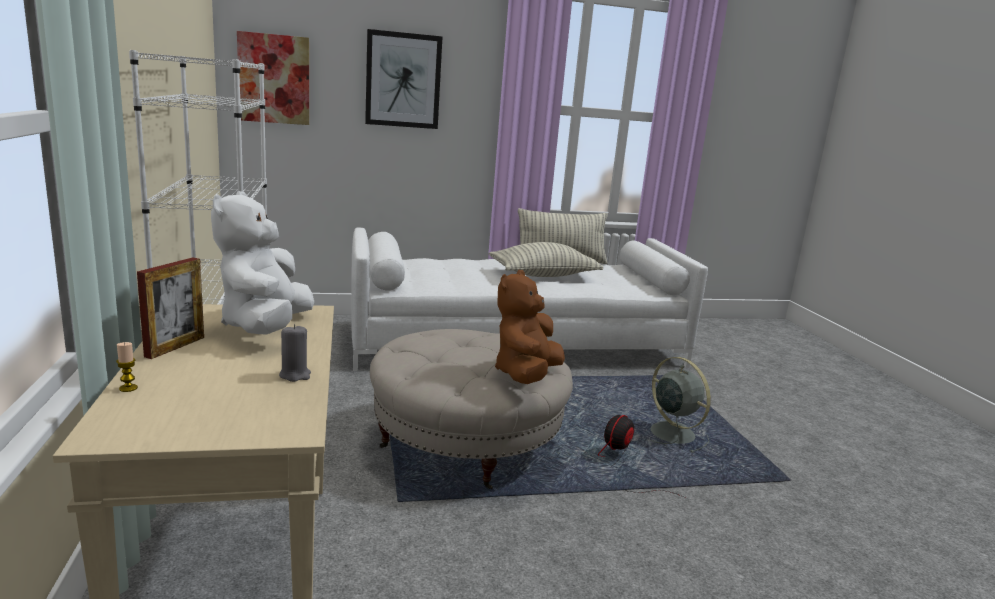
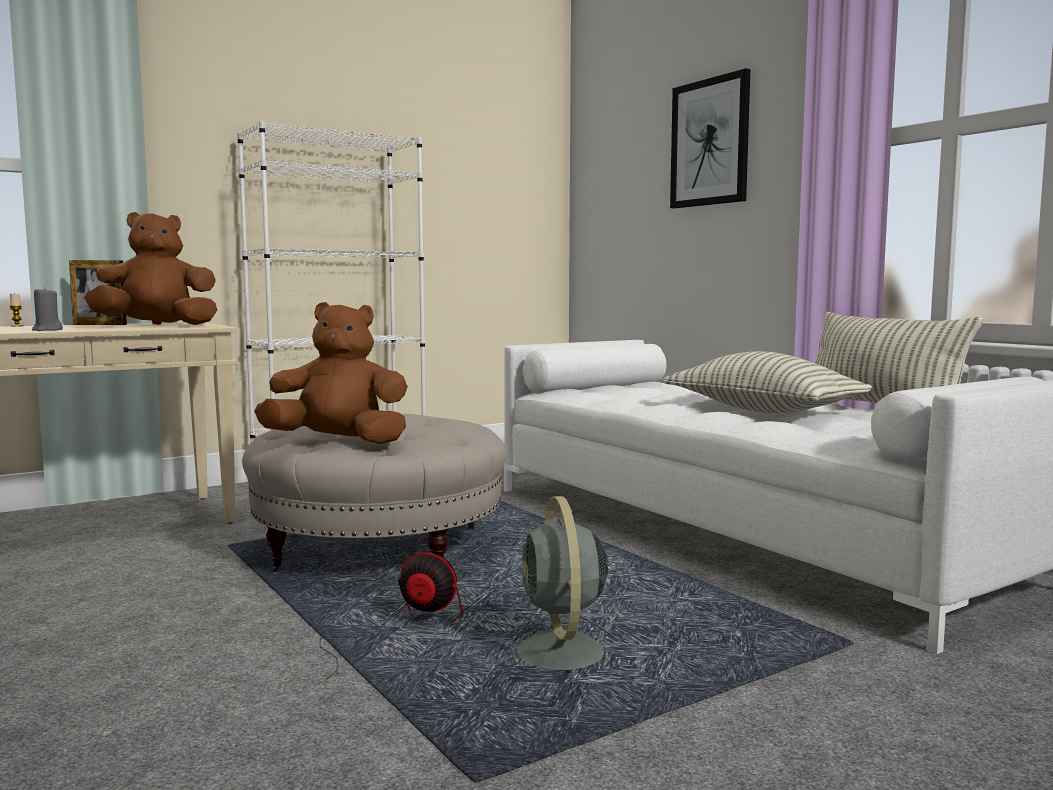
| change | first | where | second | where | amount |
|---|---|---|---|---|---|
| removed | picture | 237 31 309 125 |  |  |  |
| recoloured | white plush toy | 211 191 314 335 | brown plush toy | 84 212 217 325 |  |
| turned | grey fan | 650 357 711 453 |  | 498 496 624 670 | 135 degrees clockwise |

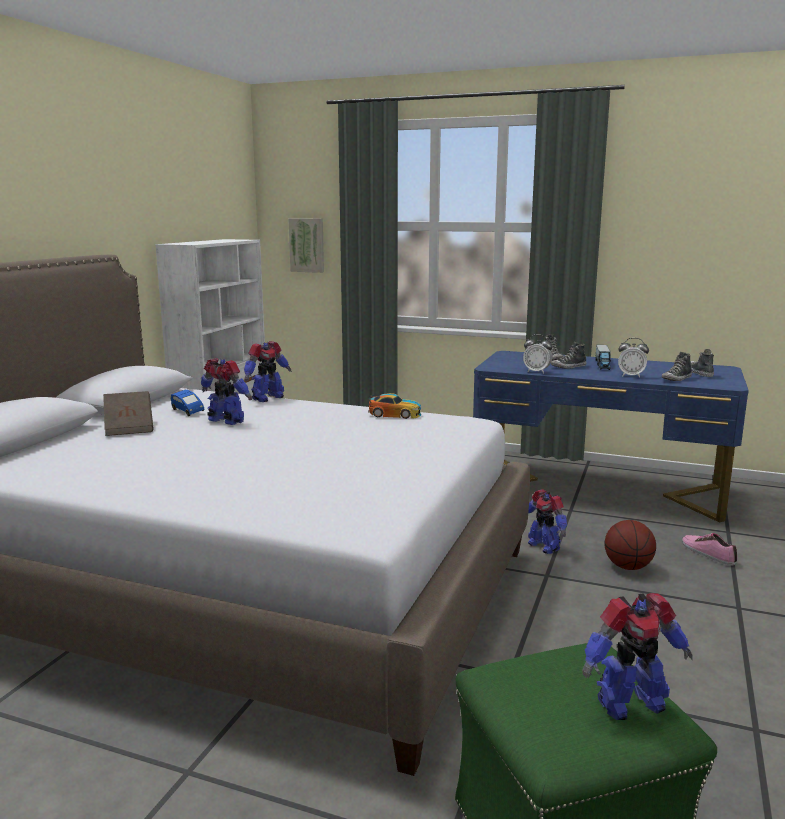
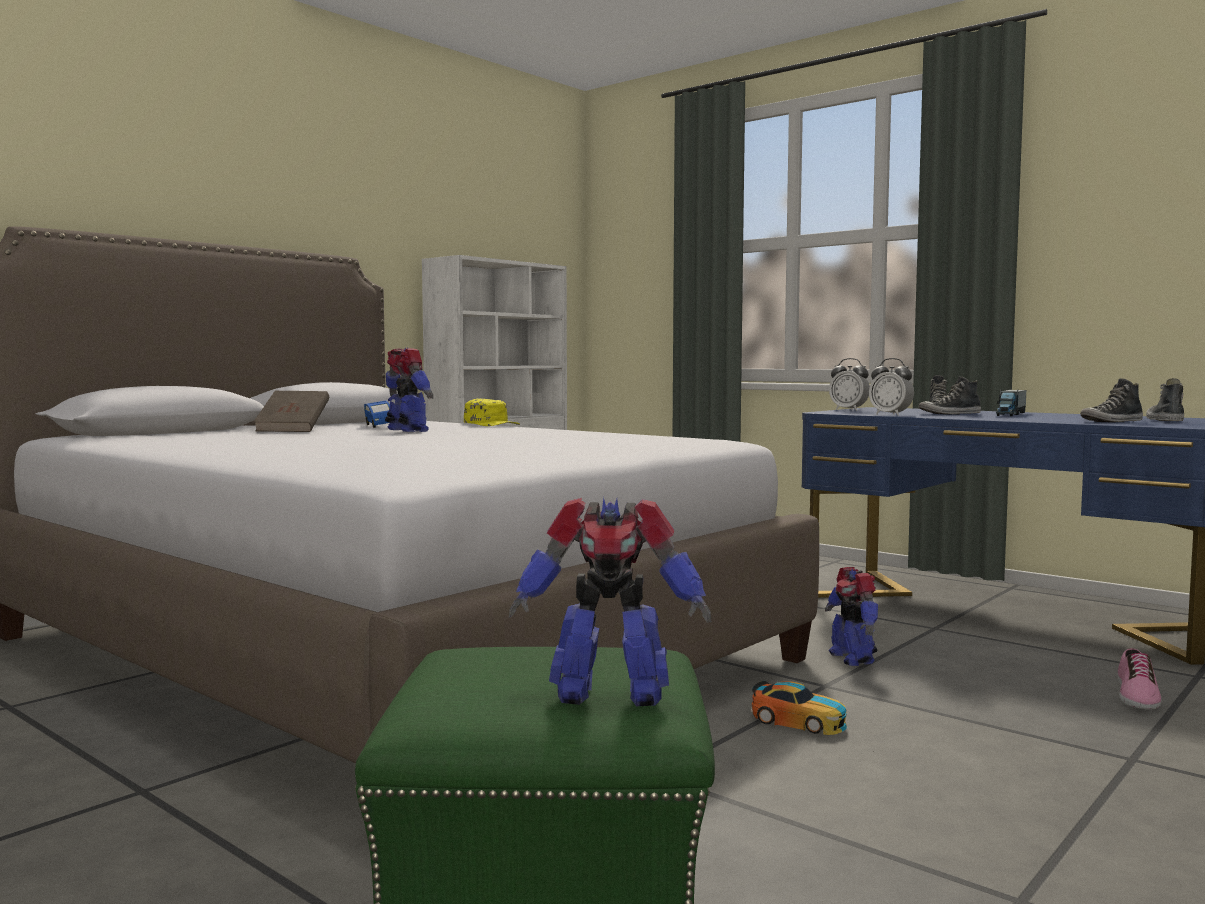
| change | first | where | second | where | amount |
|---|---|---|---|---|---|
| removed | picture | 288 218 324 273 |  |  |  |
| moved | alarm clock | 618 338 649 378 |  | 829 358 870 411 |  |
| replaced | toy robot | 244 341 292 402 | yellow cap | 464 399 520 426 |  |
| moved | toy car | 368 393 421 419 |  | 751 681 847 735 |  |
| removed | basketball | 604 520 656 570 |  |  |  |
| turned | shoe | 682 533 738 565 |  | 1117 648 1162 710 | 150 degrees counterclockwise |

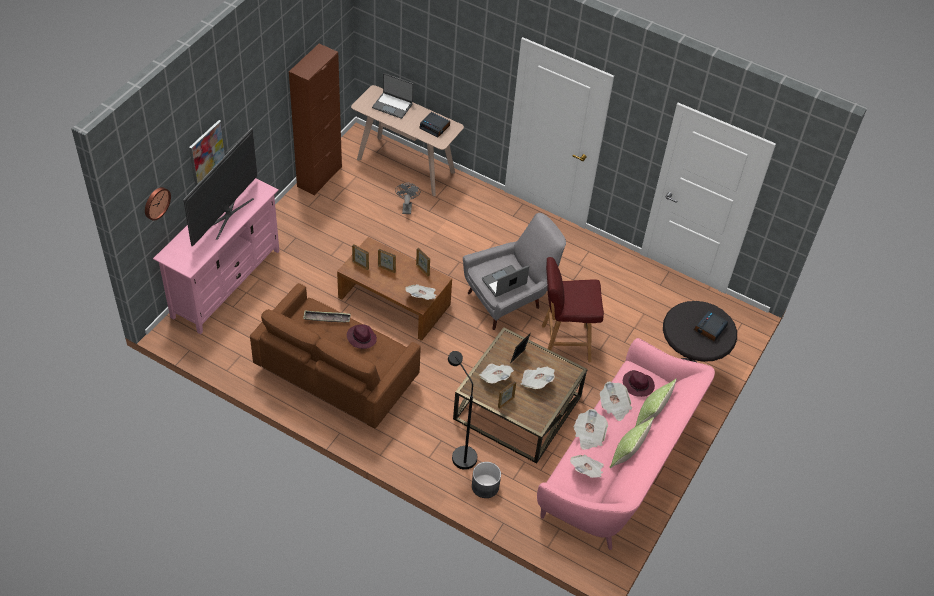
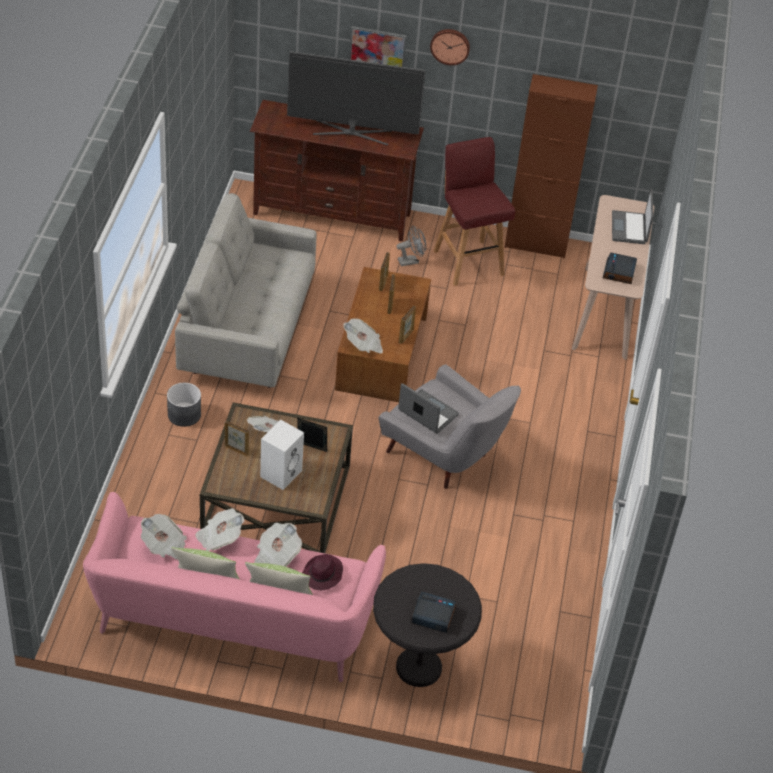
| change | first | where | second | where | amount |
|---|---|---|---|---|---|
| recoloured | pink tv stand | 153 178 279 334 | brown tv stand | 250 100 424 241 |  |
| moved | grey fan | 395 183 421 214 |  | 397 226 426 266 |  |
| moved | wall clock | 145 187 171 221 |  | 430 29 470 66 |  |
| moved | red stool | 542 257 604 362 |  | 434 137 515 286 |  |
| recoloured | brown sofa | 250 283 421 429 | grey sofa | 175 193 316 388 |  |
| removed | tray | 303 311 351 323 |  |  |  |
| removed | purple hat | 347 324 377 349 |  |  |  |
| removed | black floor lamp | 448 351 477 470 |  |  |  |
| replaced | newspaper | 520 366 555 389 | white speaker | 260 420 304 490 |  |
| moved | grey planter | 472 462 501 498 |  | 167 383 201 427 |  |

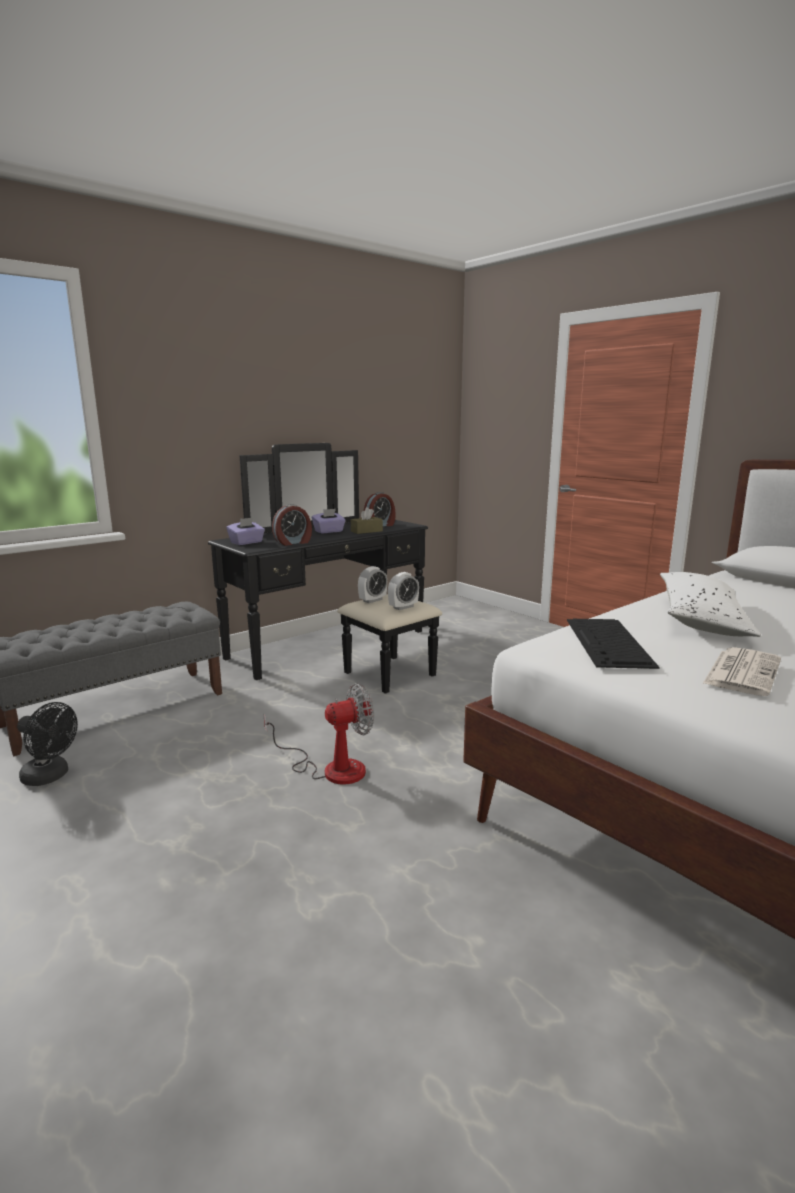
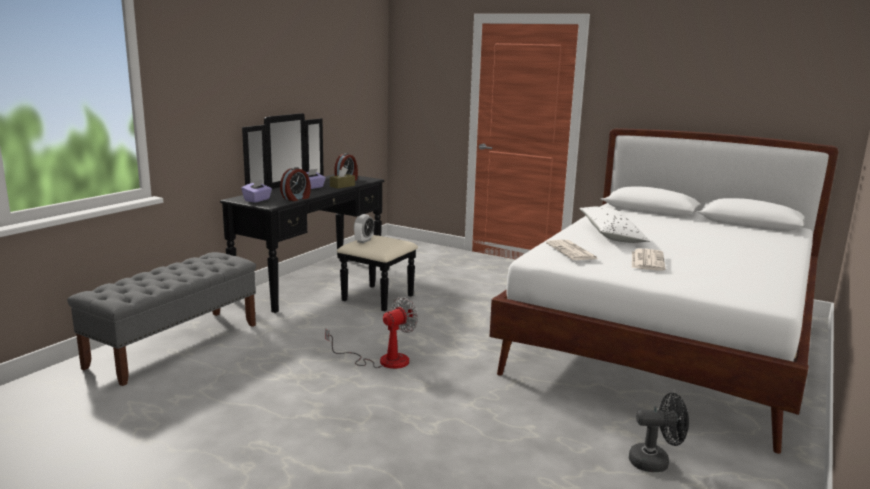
| change | first | where | second | where | amount |
|---|---|---|---|---|---|
| removed | alarm clock | 388 572 419 610 |  |  |  |
| replaced | keyboard | 567 619 660 669 | newspaper | 546 240 598 260 |  |
| moved | black fan | 17 702 78 786 |  | 629 393 689 472 |  |

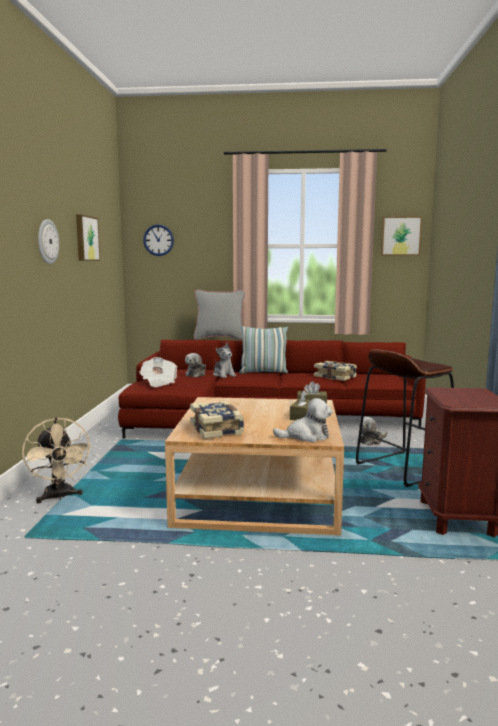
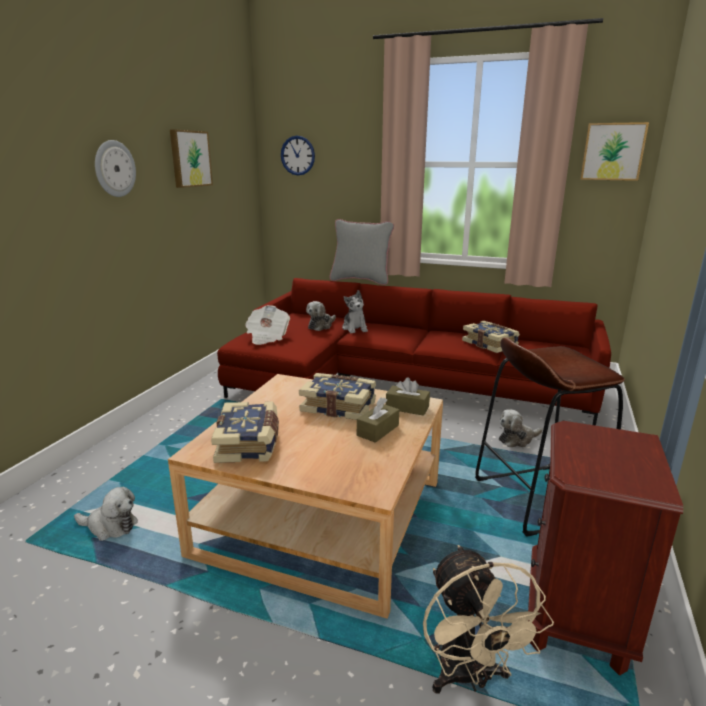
| change | first | where | second | where | amount |
|---|---|---|---|---|---|
| removed | pillow | 239 326 288 374 |  |  |  |
| moved | plush toy | 273 398 332 443 |  | 74 487 138 541 |  |
| moved | beige fan | 22 417 92 504 |  | 423 545 554 694 |  |
| added |  |  | book | 299 373 376 420 |  |

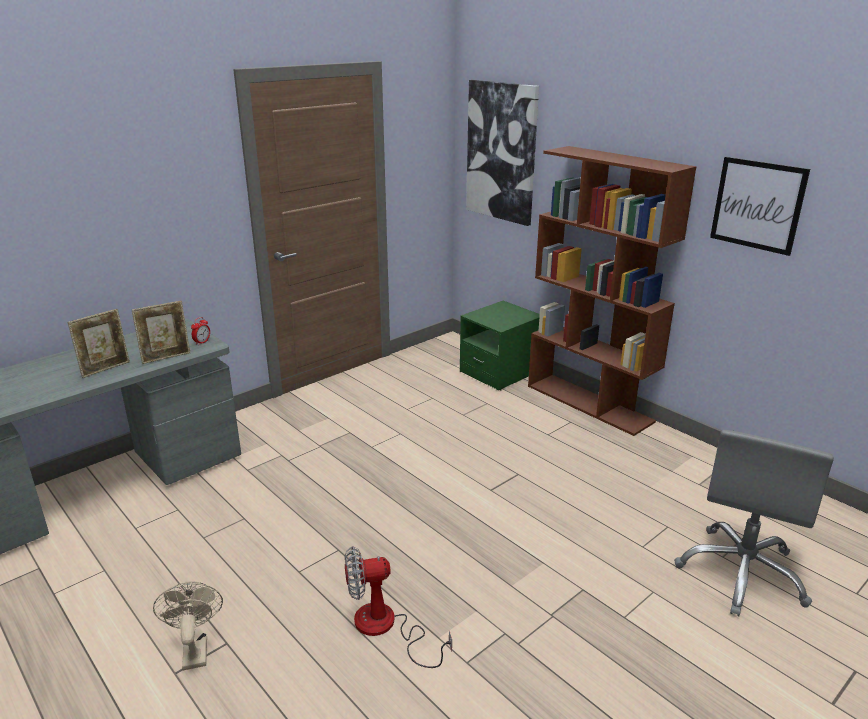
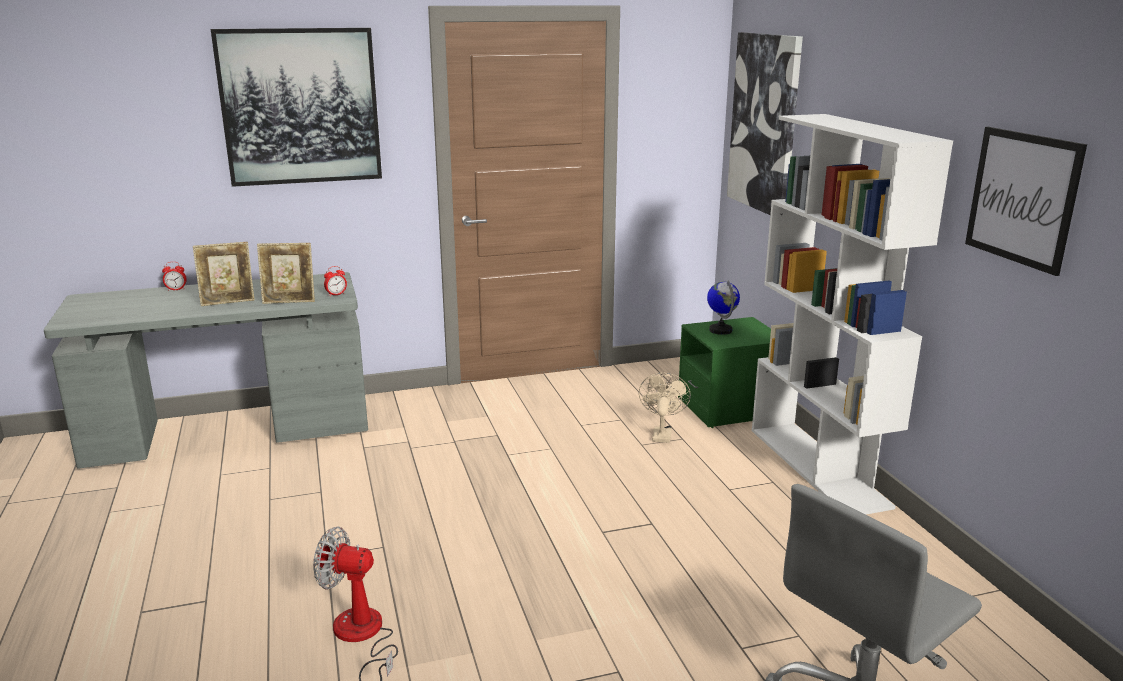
| change | first | where | second | where | amount |
|---|---|---|---|---|---|
| recoloured | brown bookcase | 528 146 697 436 | white bookcase | 752 114 953 515 |  |
| moved | beige fan | 153 582 223 670 |  | 639 373 691 443 |  |
| added |  |  | picture | 211 28 382 187 |  |
| added |  |  | alarm clock | 162 262 187 291 |  |
| added |  |  | globe | 707 281 740 335 |  |

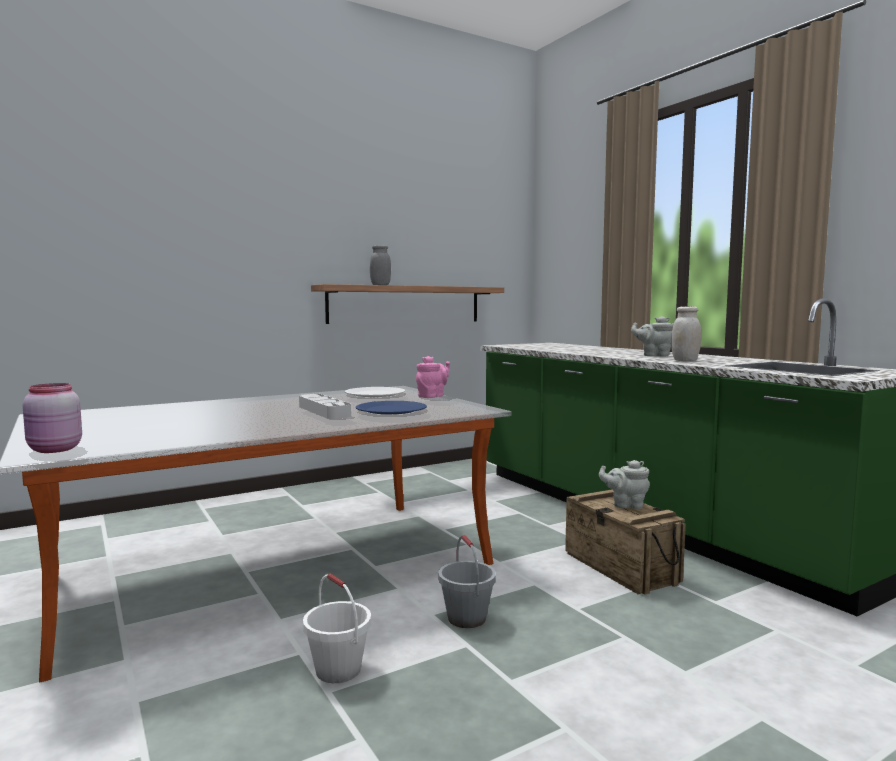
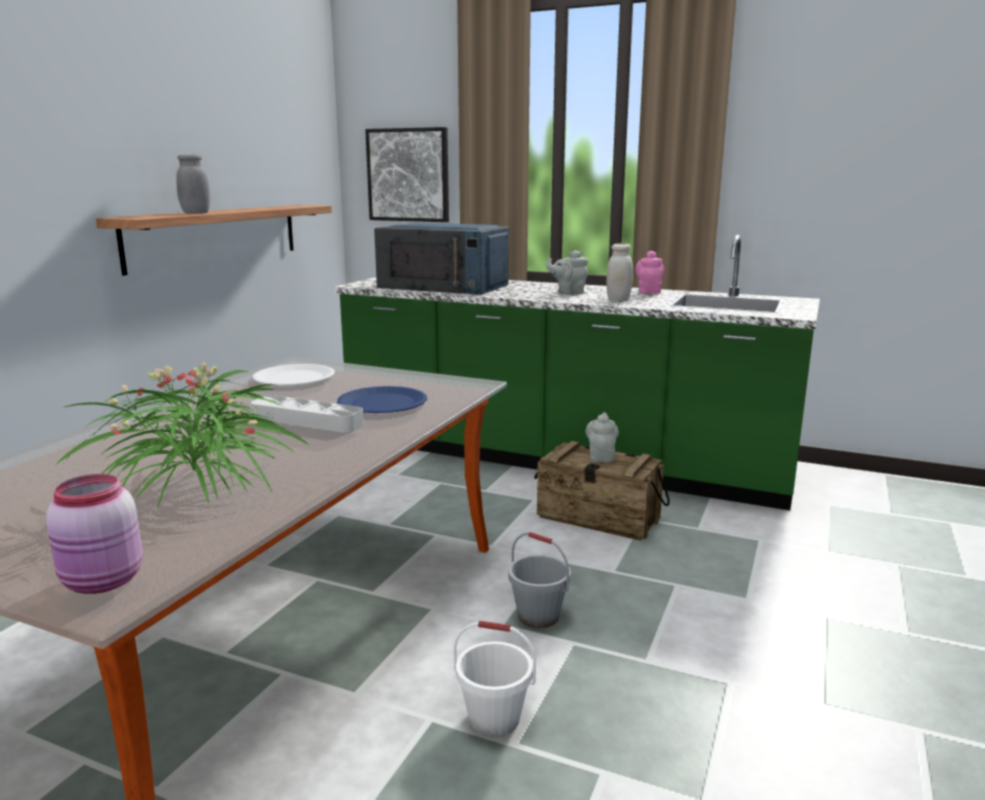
| change | first | where | second | where | amount |
|---|---|---|---|---|---|
| moved | pink teapot | 416 356 450 398 |  | 635 251 665 294 |  |
| turned | grey teapot | 599 460 650 509 |  | 586 412 619 462 | 120 degrees clockwise |
| added |  |  | picture | 365 127 449 222 |  |
| added |  |  | blue microwave | 374 223 509 295 |  |
| added |  |  | potted plant | 57 362 309 510 |  |

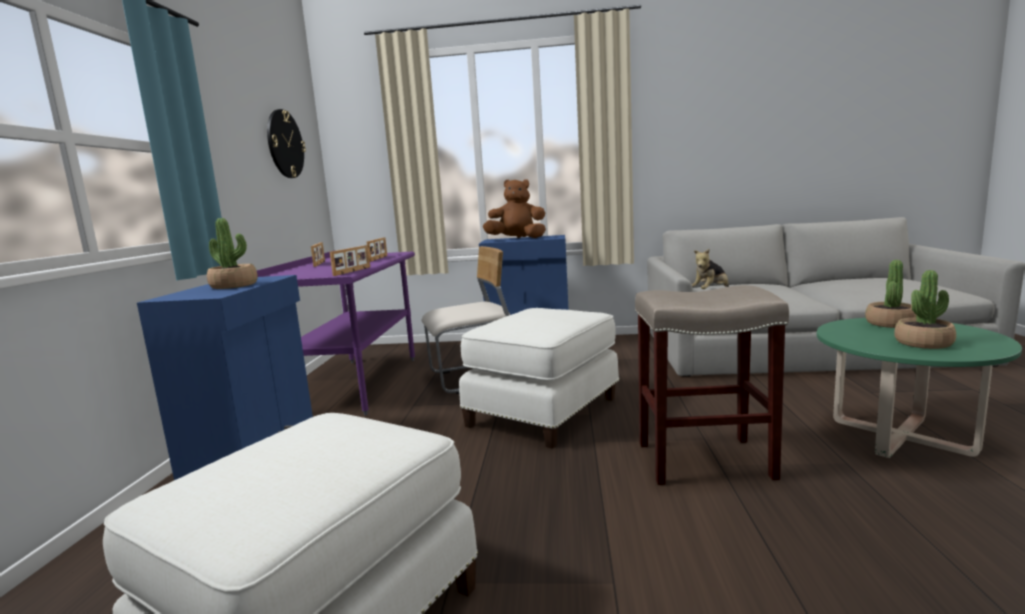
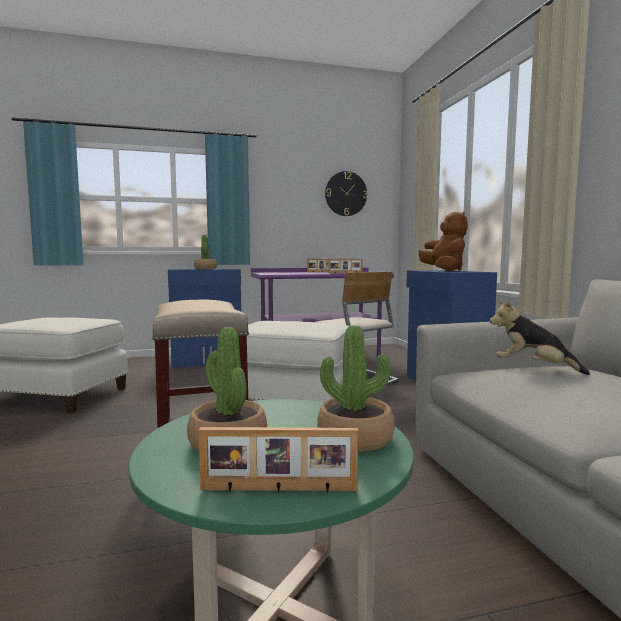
| change | first | where | second | where | amount |
|---|---|---|---|---|---|
| moved | picture frame | 330 245 370 276 |  | 199 427 358 493 |  |

